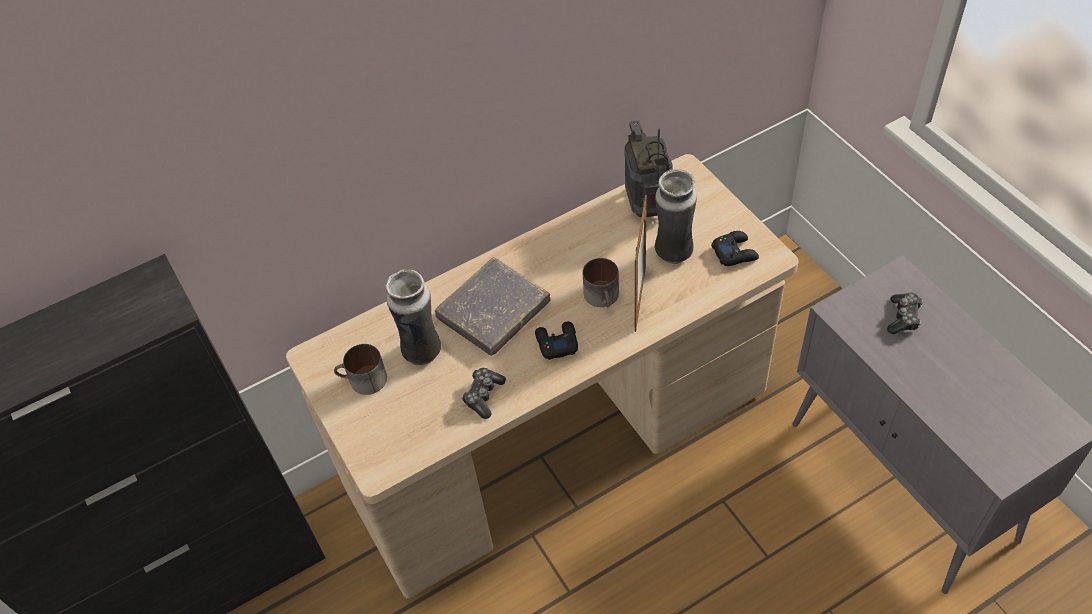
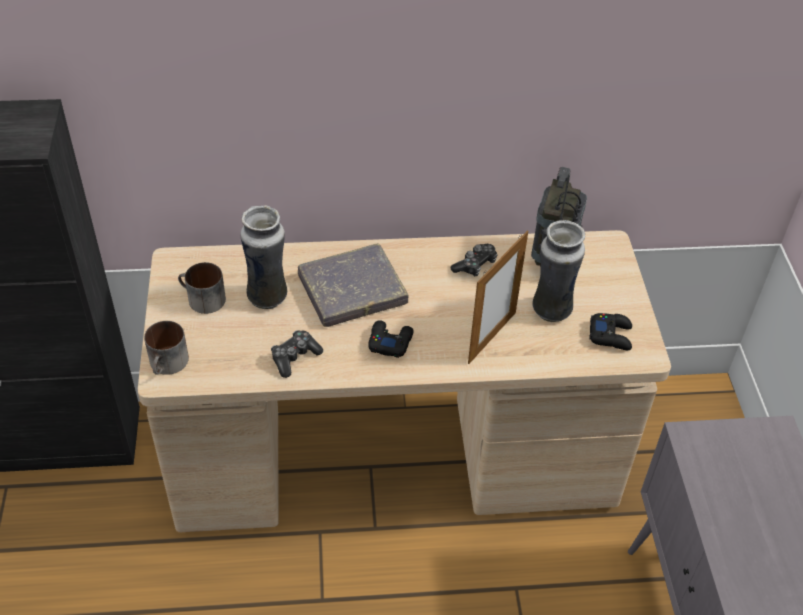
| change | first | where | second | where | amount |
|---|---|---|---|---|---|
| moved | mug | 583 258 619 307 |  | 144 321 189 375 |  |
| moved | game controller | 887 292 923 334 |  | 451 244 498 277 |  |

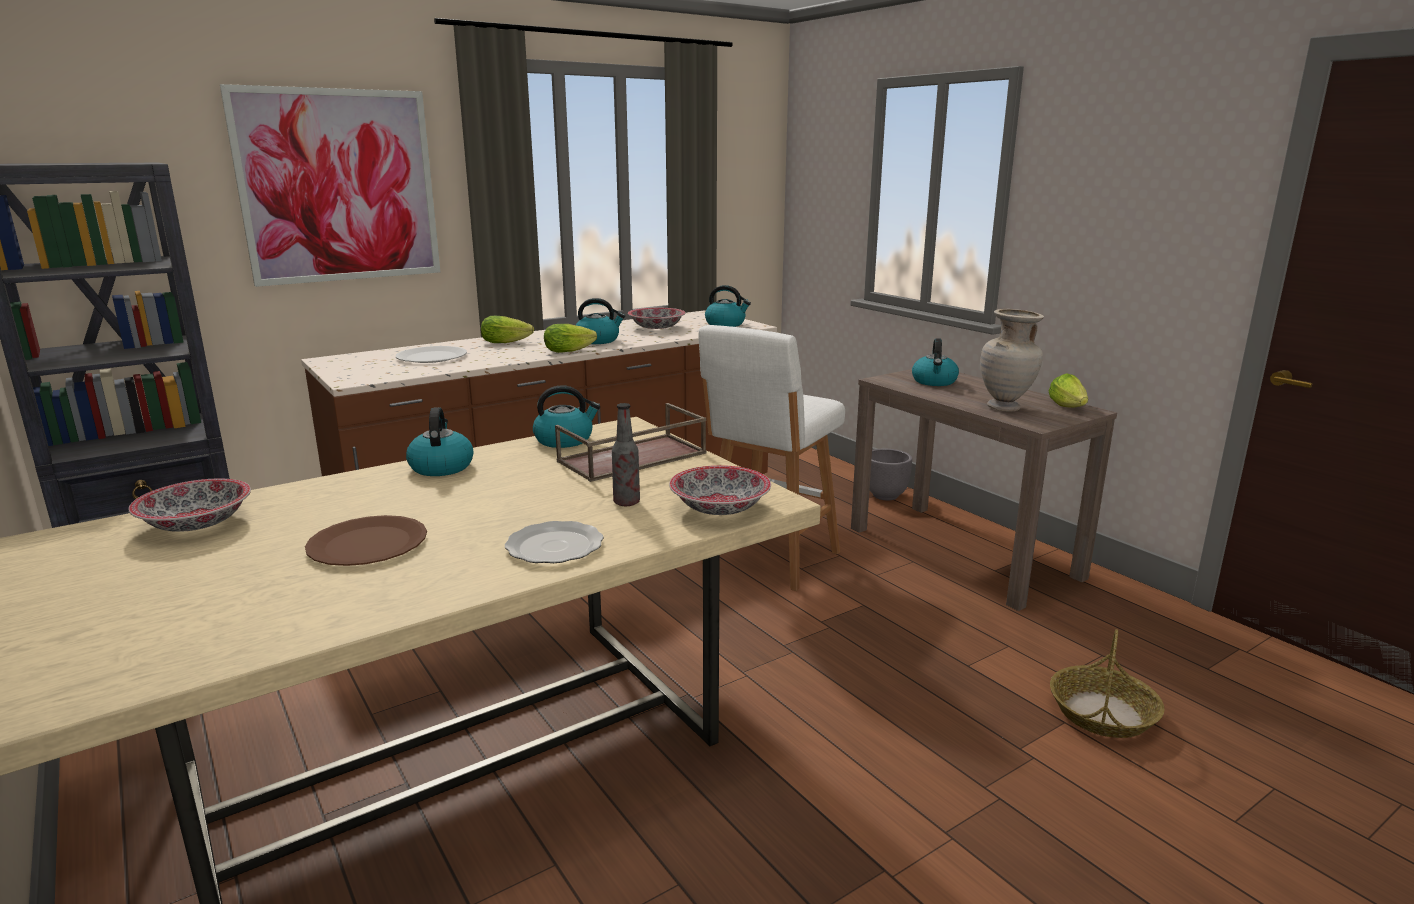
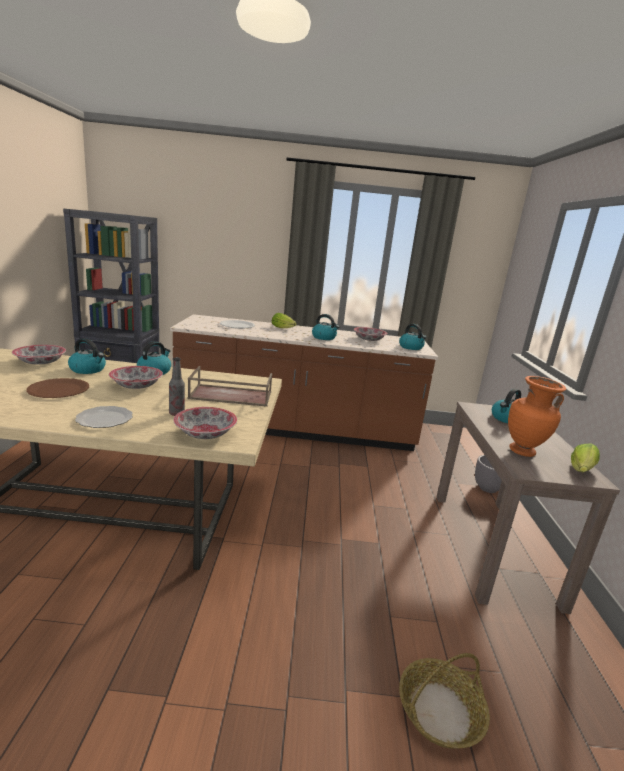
| change | first | where | second | where | amount |
|---|---|---|---|---|---|
| removed | picture | 220 84 440 287 |  |  |  |
| recoloured | beige vase | 980 309 1044 411 | orange vase | 508 376 566 457 |  |
| removed | lettuce | 544 324 597 353 |  |  |  |
| removed | white stool | 699 325 845 591 |  |  |  |
| moved | kettle | 533 386 600 448 |  | 68 338 106 374 |  |
| added |  |  | bowl | 109 366 163 389 |  |

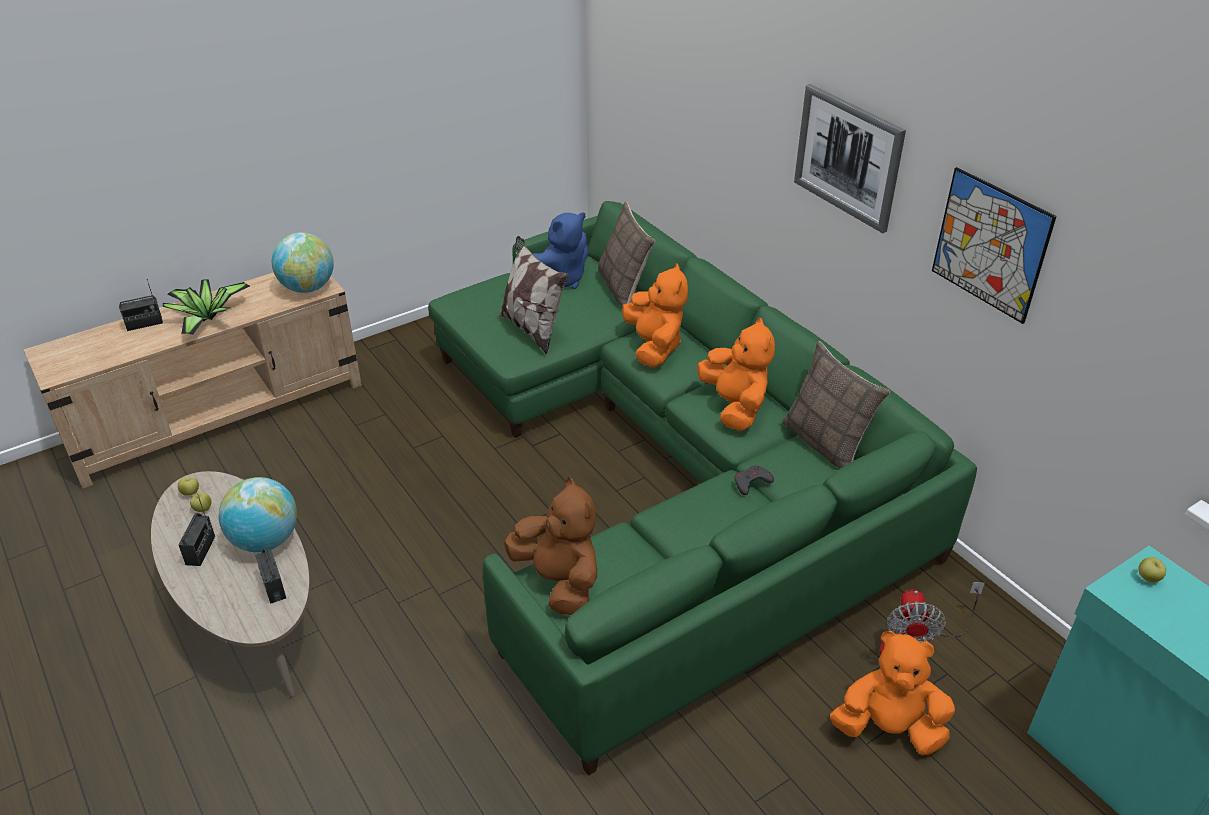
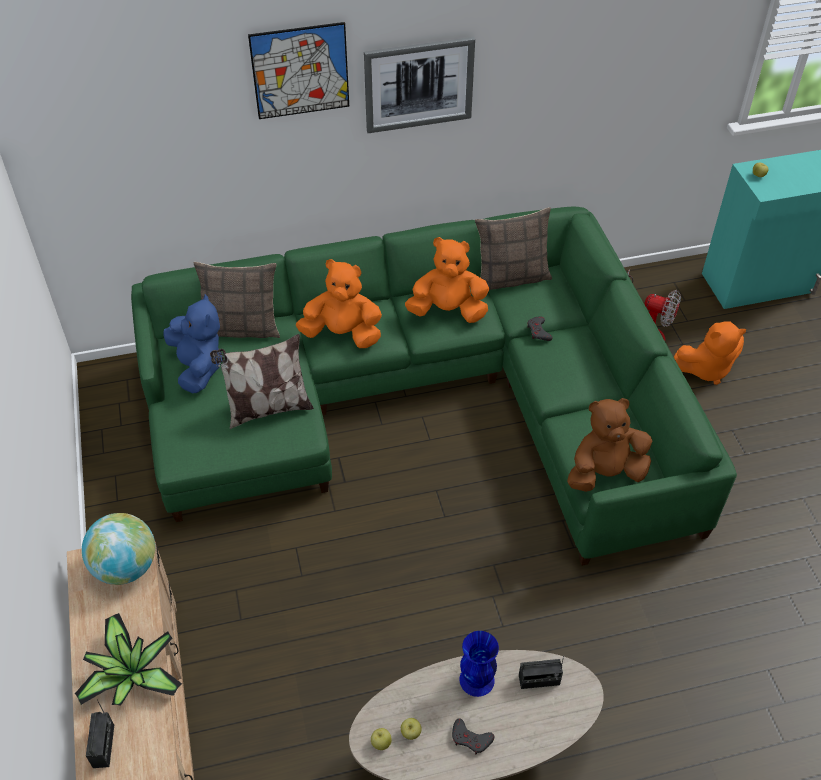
| change | first | where | second | where | amount |
|---|---|---|---|---|---|
| moved | picture | 932 167 1057 324 |  | 248 22 349 119 |  |
| replaced | globe | 219 477 297 552 | blue vase | 459 631 499 697 |  |
| replaced | radio | 179 496 215 566 | grey game controller | 452 718 494 755 |  |
| turned | orange plush toy | 830 631 955 755 |  | 674 321 746 385 | 135 degrees counterclockwise |

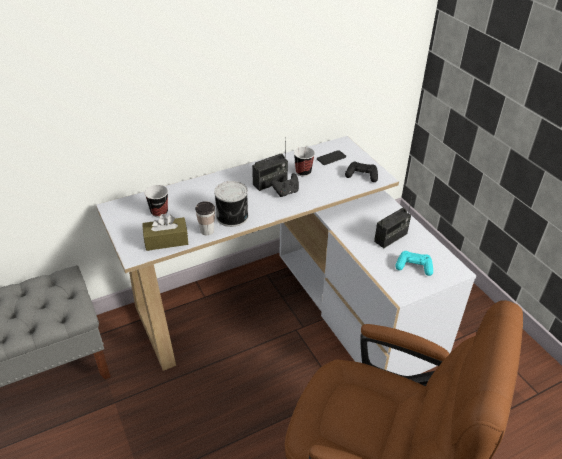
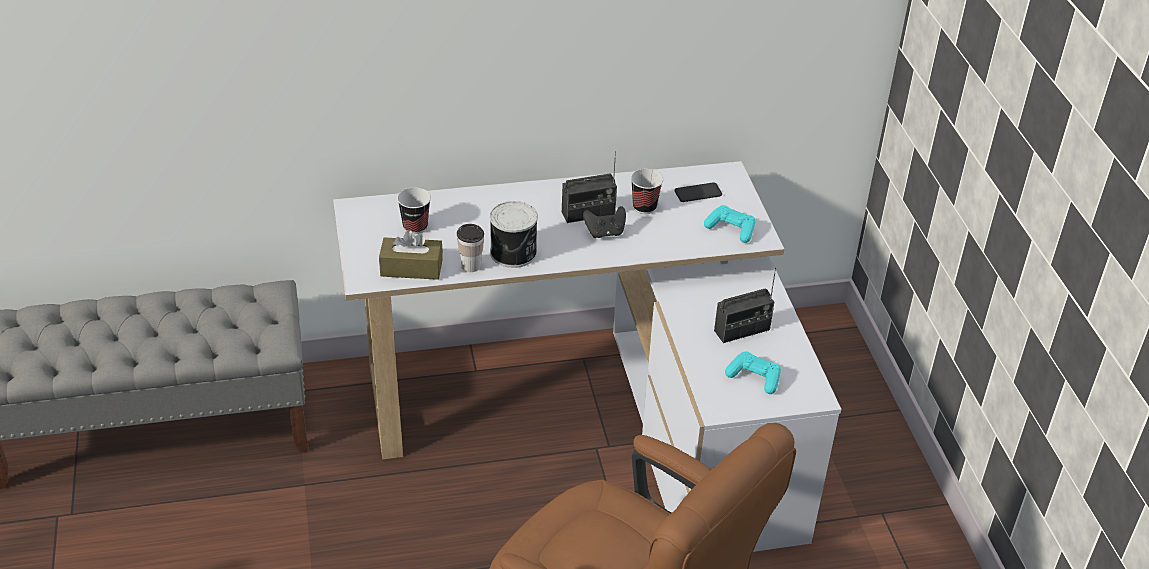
| change | first | where | second | where | amount |
|---|---|---|---|---|---|
| recoloured | black game controller | 345 162 378 182 | turquoise game controller | 704 205 755 243 |  |

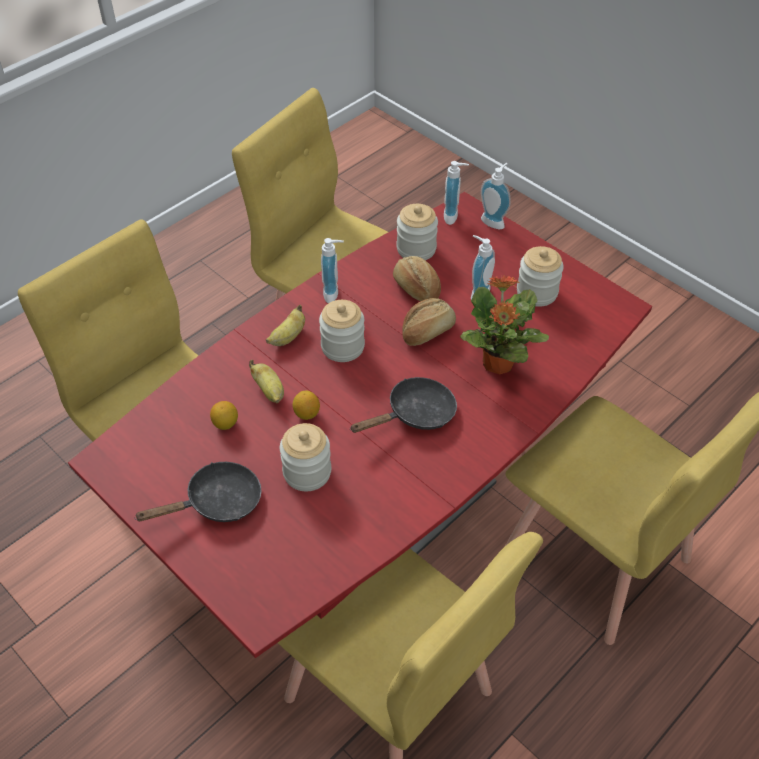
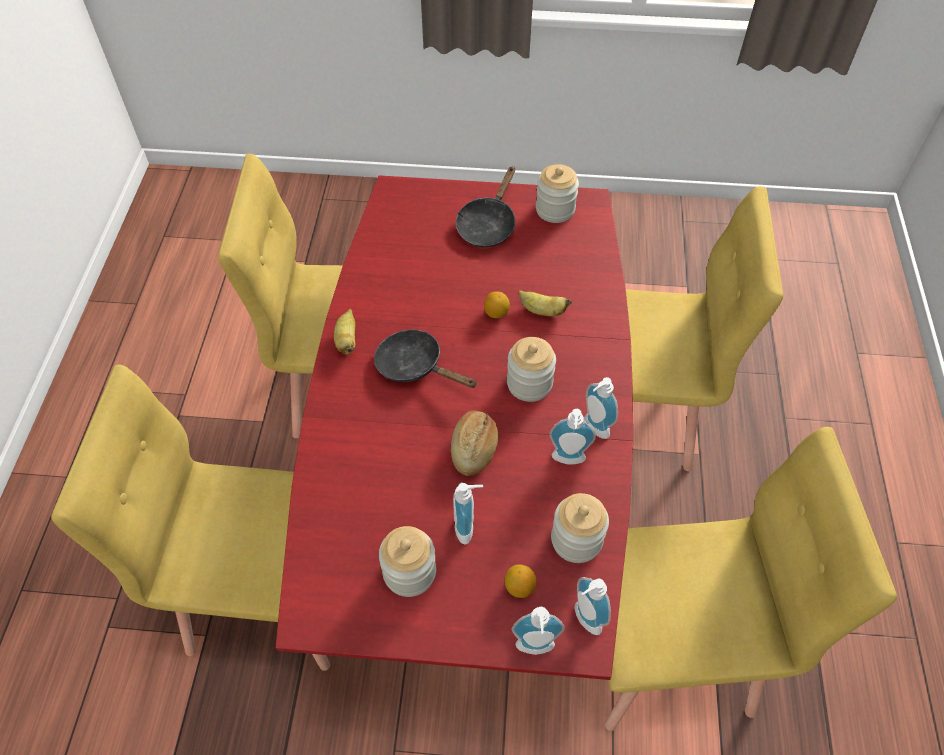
| change | first | where | second | where | amount |
|---|---|---|---|---|---|
| removed | bread | 393 256 441 301 |  |  |  |
| removed | potted plant | 460 275 549 374 |  |  |  |
| moved | banana | 266 305 305 346 |  | 334 309 355 354 |  |
| turned | black frying pan | 350 377 457 433 |  | 374 330 477 388 | 105 degrees clockwise |
| moved | lemon | 210 401 238 430 |  | 505 564 536 598 |  |
| moved | jar | 280 423 331 491 |  | 536 164 579 223 |  |
| added |  |  | soap dispenser | 549 409 596 465 |  |

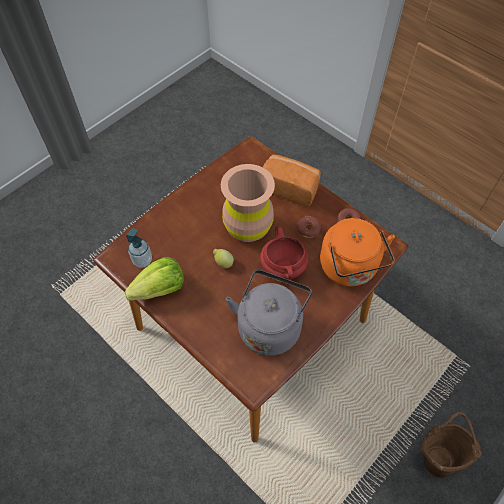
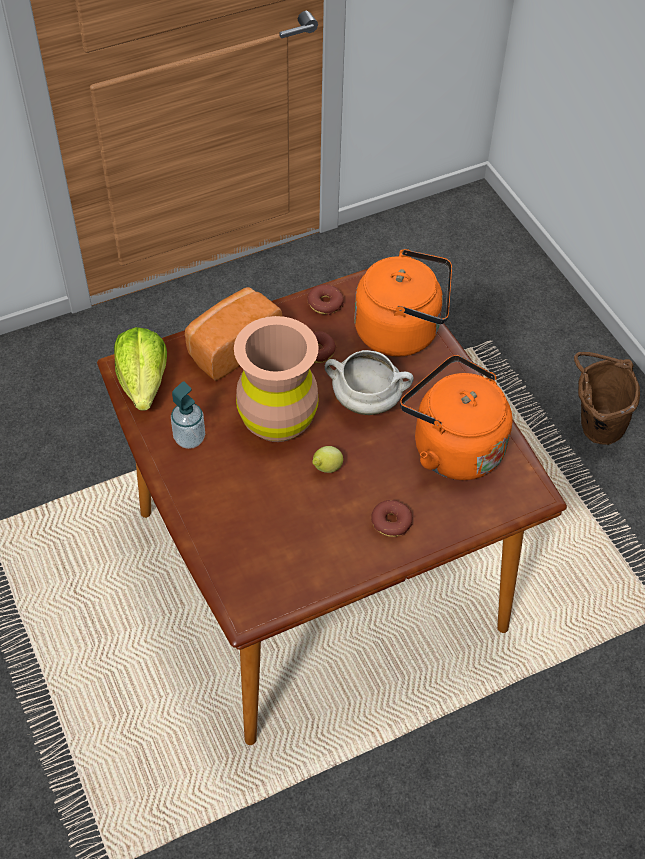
| change | first | where | second | where | amount |
|---|---|---|---|---|---|
| recoloured | red cooking pot | 260 226 309 280 | white cooking pot | 325 350 414 415 |  |
| moved | soap dispenser | 126 228 152 268 |  | 171 381 205 449 |  |
| moved | lettuce | 125 257 184 301 |  | 114 327 167 410 |  |
| recoloured | grey kettle | 226 270 312 356 | orange kettle | 400 355 513 480 |  |
| added |  |  | donut | 371 500 413 537 |  |

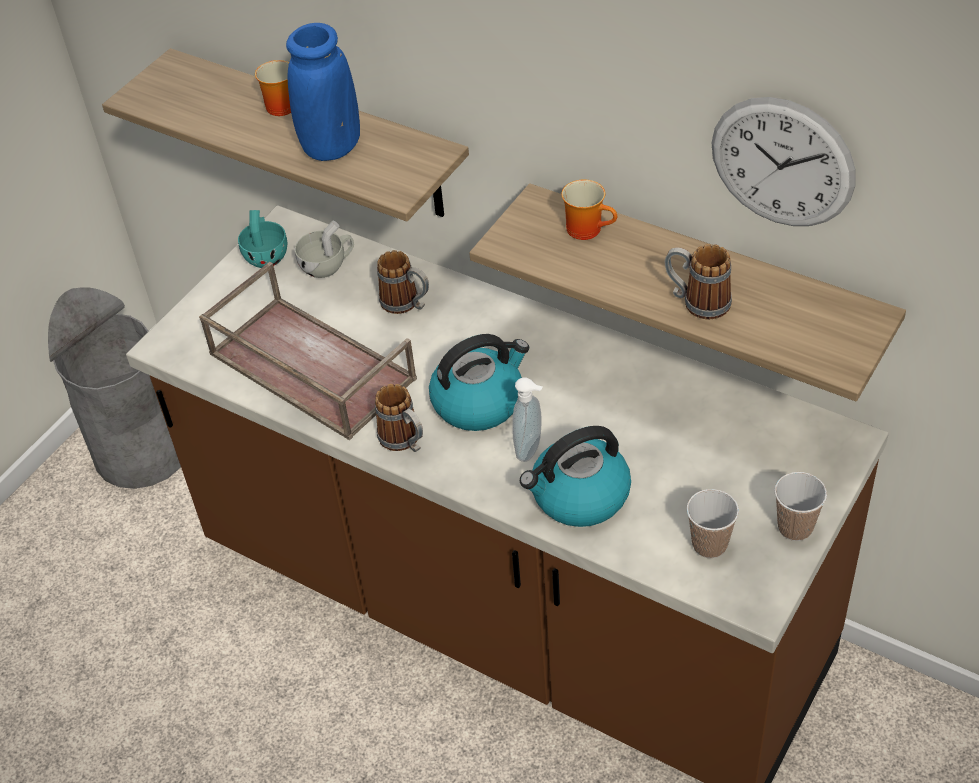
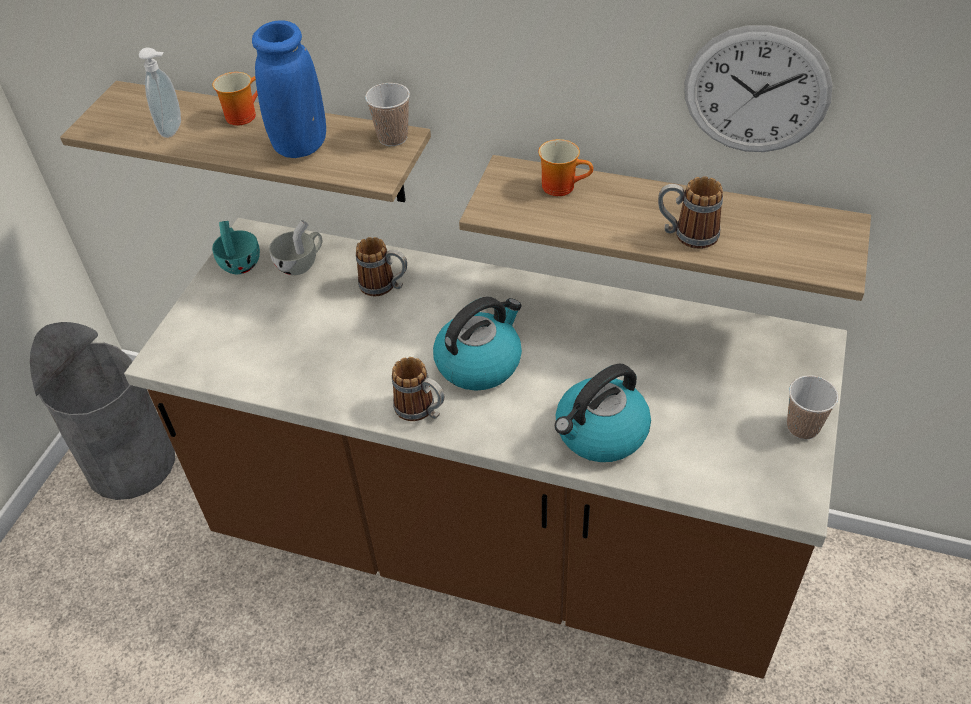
| change | first | where | second | where | amount |
|---|---|---|---|---|---|
| removed | brown tray | 199 262 417 440 |  |  |  |
| moved | soap dispenser | 512 377 543 462 |  | 139 47 181 138 |  |
| moved | cup | 687 489 739 558 |  | 365 83 410 146 |  |

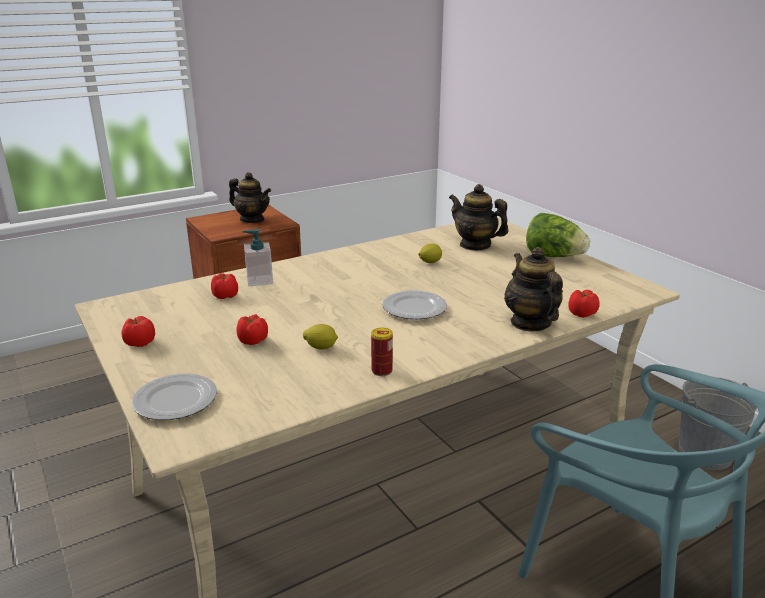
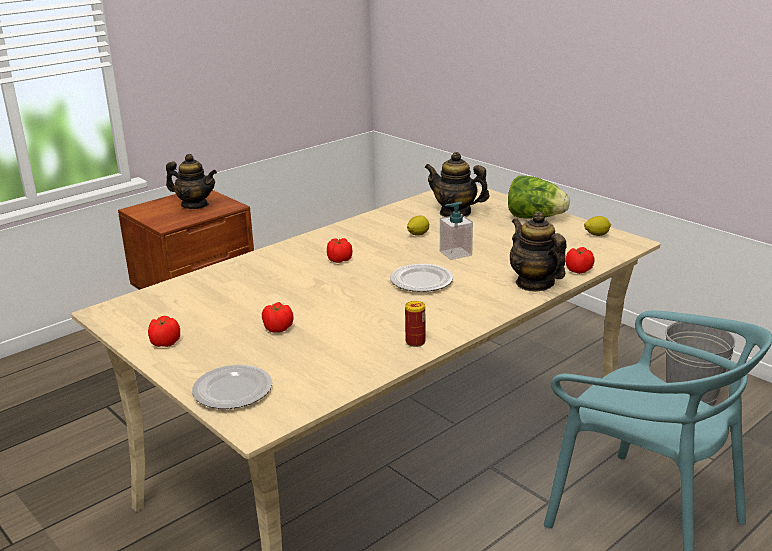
| change | first | where | second | where | amount |
|---|---|---|---|---|---|
| moved | soap dispenser | 242 229 273 286 |  | 440 202 473 260 |  |
| moved | tomato | 211 273 238 299 |  | 327 238 352 263 |  |
| moved | lemon | 303 324 338 350 |  | 584 216 611 236 |  |

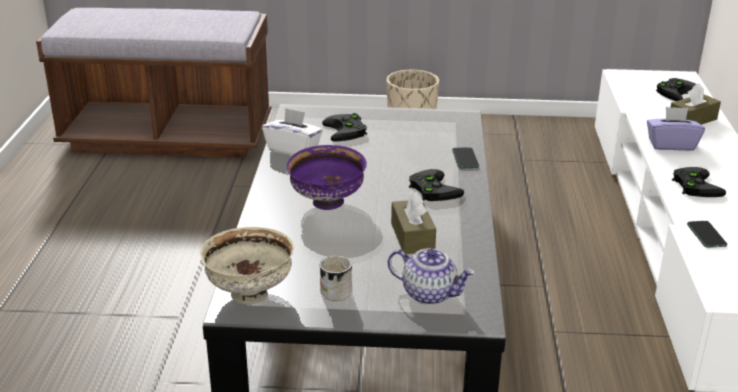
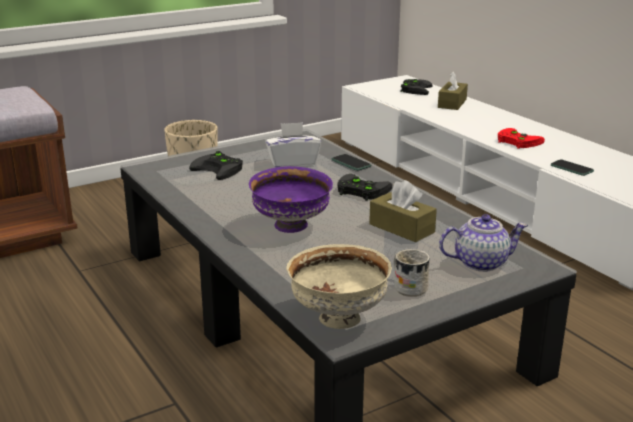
| change | first | where | second | where | amount |
|---|---|---|---|---|---|
| removed | purple tissue box | 647 107 705 151 |  |  |  |
| moved | white tissue box | 262 108 323 155 |  | 265 122 321 168 |  |
| recoloured | black game controller | 672 167 726 197 | red game controller | 498 128 545 149 |  |

